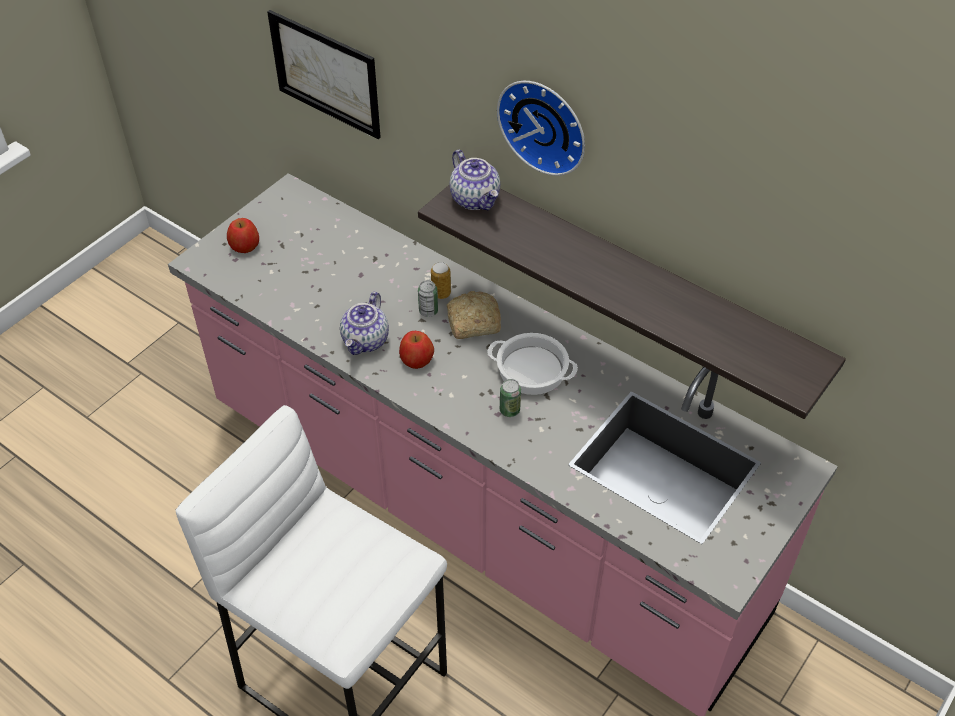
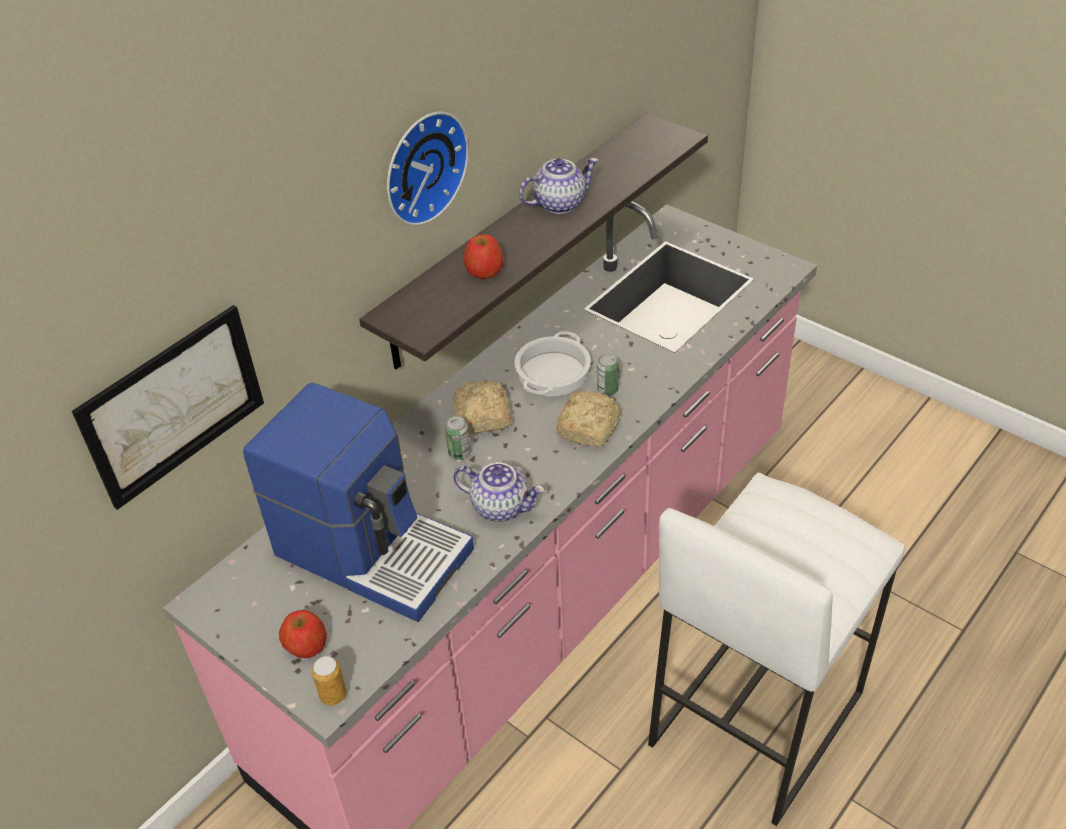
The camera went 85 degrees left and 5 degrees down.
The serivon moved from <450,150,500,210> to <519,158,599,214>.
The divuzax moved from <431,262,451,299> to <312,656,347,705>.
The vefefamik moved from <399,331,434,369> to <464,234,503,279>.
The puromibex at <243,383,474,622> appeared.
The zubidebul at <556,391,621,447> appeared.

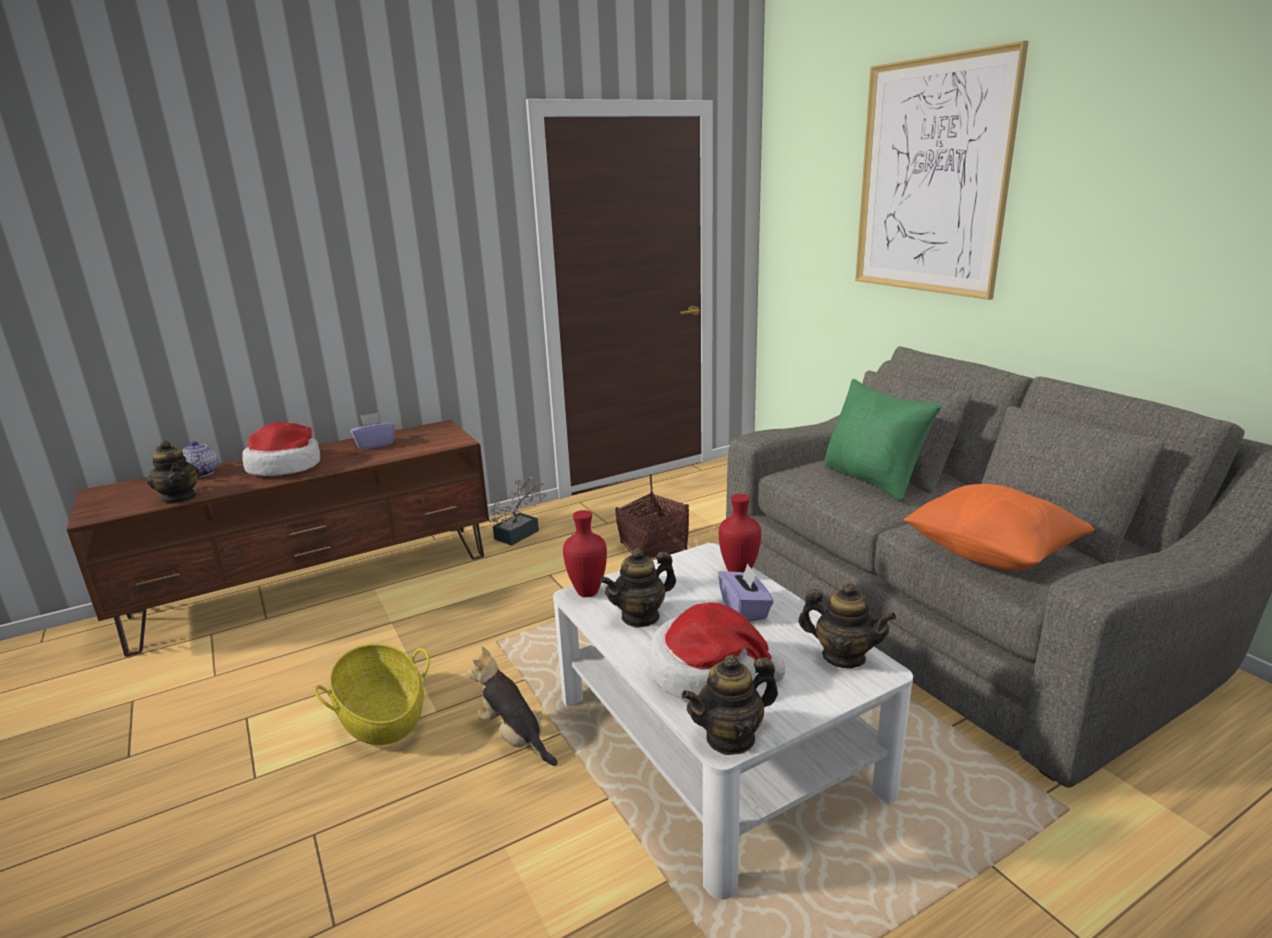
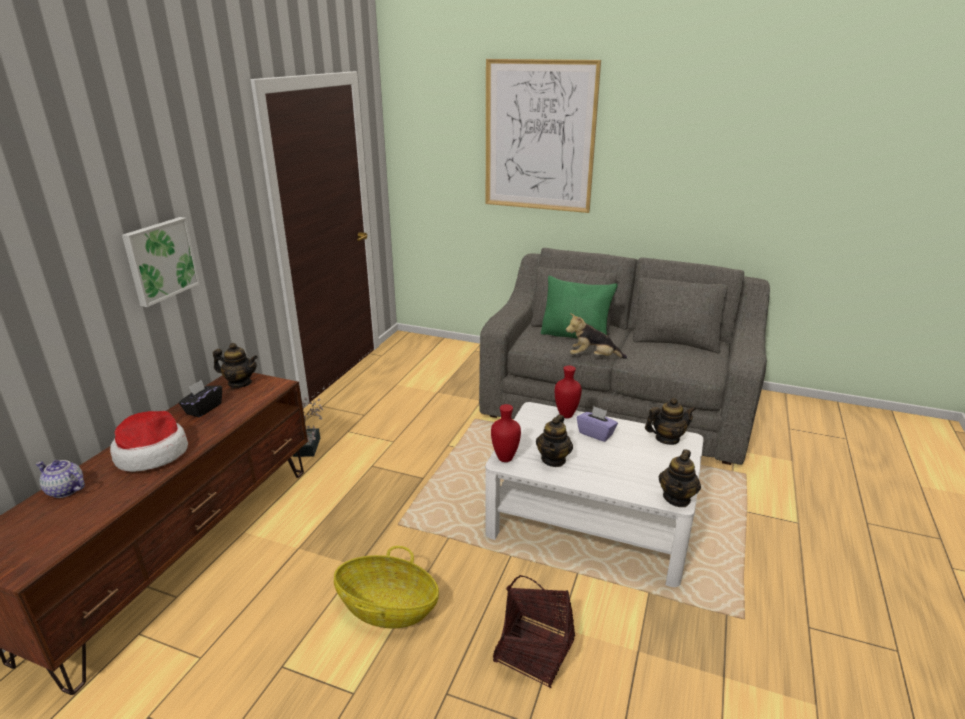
The camera went 40 degrees left and 5 degrees up.
The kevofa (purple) at <350,413,395,450> became the kevofa (black) at <179,380,222,417>.
The serivon moved from <147,440,200,503> to <213,343,258,388>.
The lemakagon moved from <615,474,689,558> to <493,575,575,688>.
The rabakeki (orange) at <903,484,1095,571> disappeared.
The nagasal at <648,602,786,701> disappeared.
The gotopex moved from <467,647,558,766> to <566,313,627,359>.
The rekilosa at <122,217,200,307> appeared.

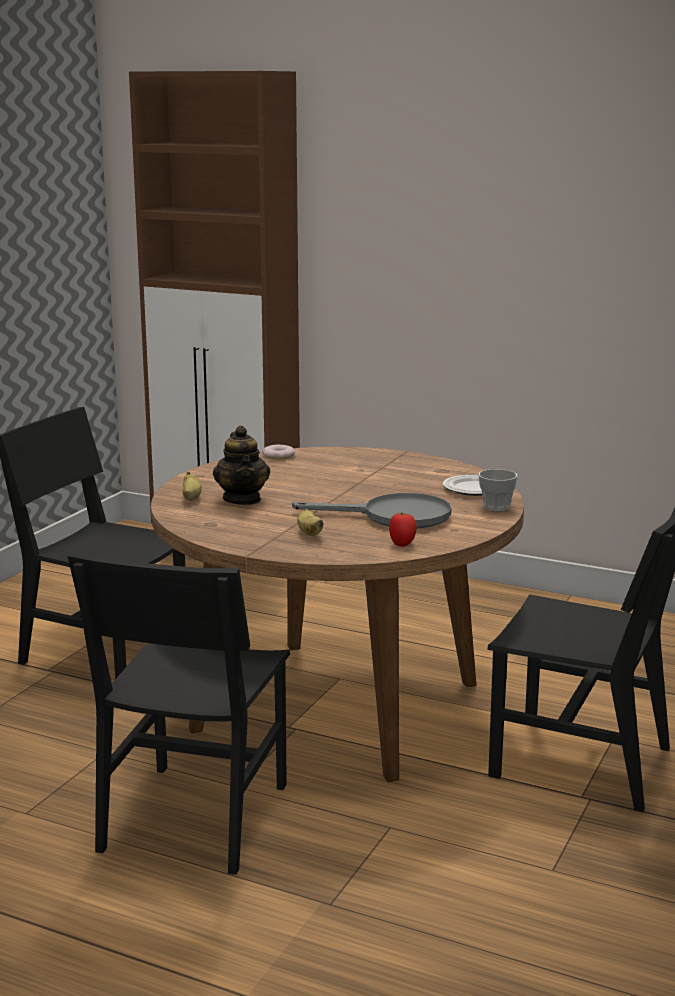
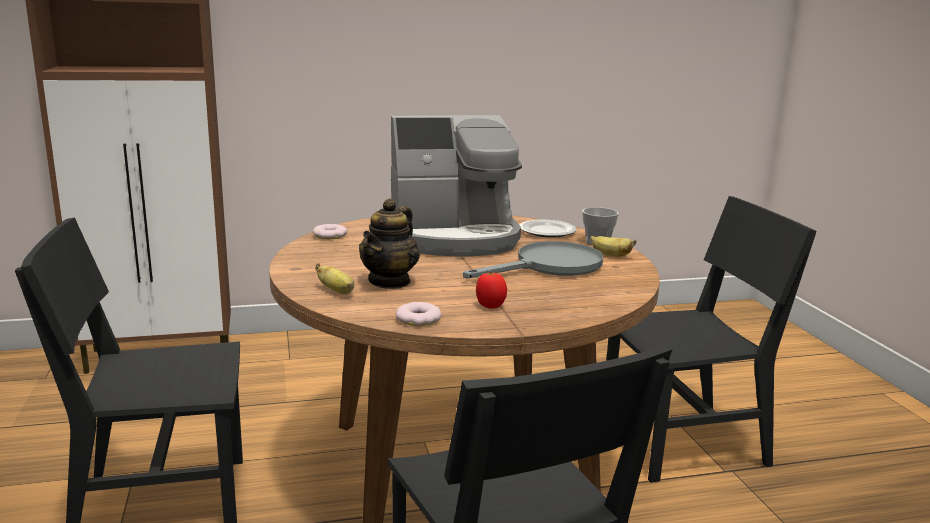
The camera went 40 degrees left and 0 degrees up.
The serivon at <213,426,270,505> turned 75 degrees clockwise.
The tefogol moved from <297,509,324,536> to <591,236,636,257>.
The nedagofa moved from <389,512,417,547> to <476,272,507,309>.
The puromibex at <391,115,522,257> appeared.
The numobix at <396,302,441,326> appeared.

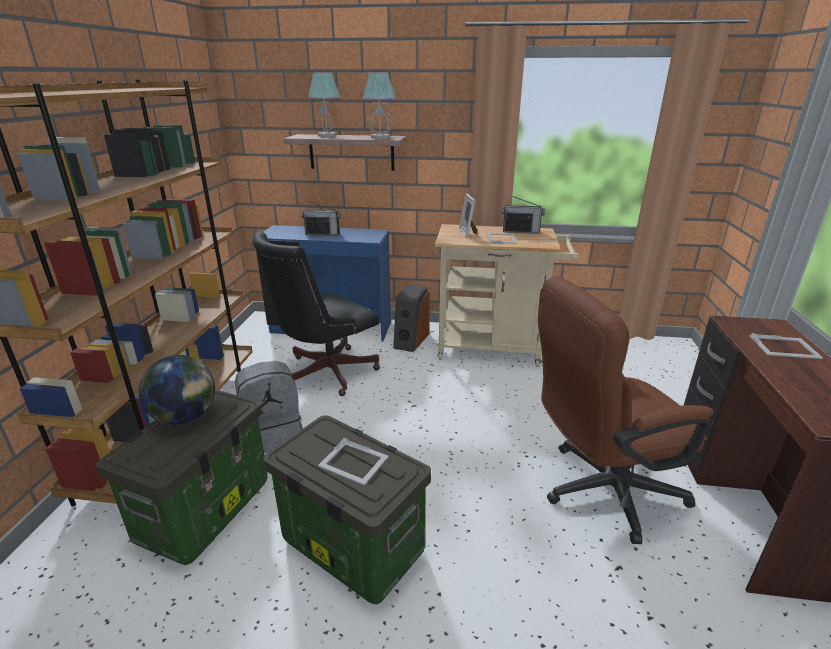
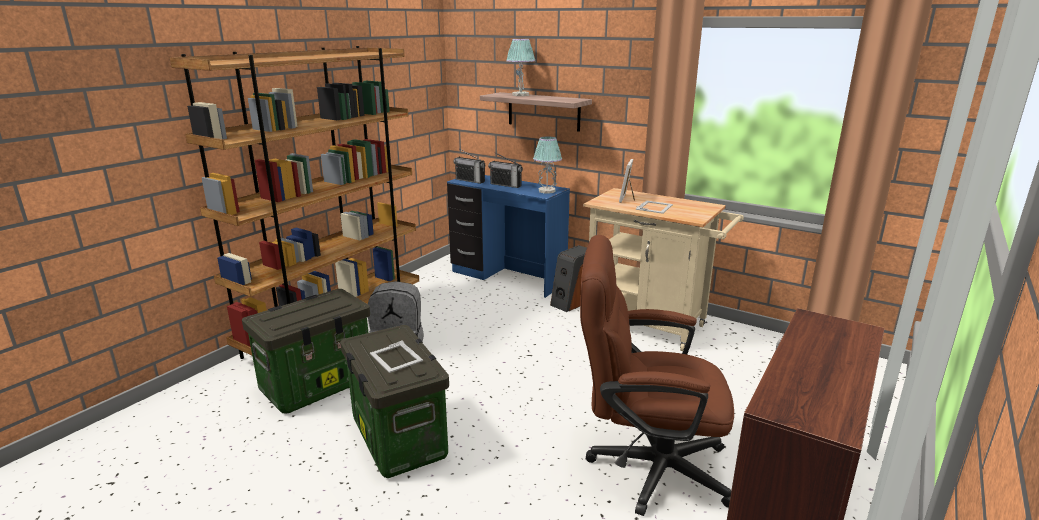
The camera went 25 degrees right and 5 degrees down.
The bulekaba moved from <363,72,396,139> to <533,136,562,194>.
The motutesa moved from <502,195,545,234> to <454,149,485,184>.
The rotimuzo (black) at <252,231,380,396> disappeared.
The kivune at <749,333,823,359> disappeared.
The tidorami at <139,355,215,425> disappeared.

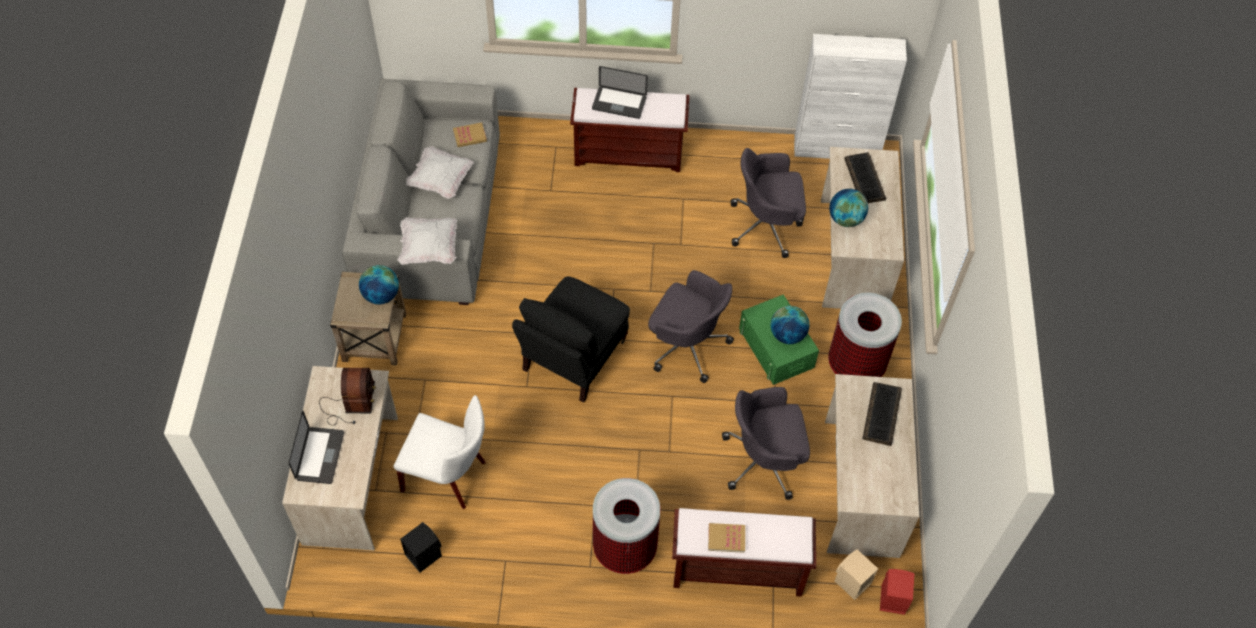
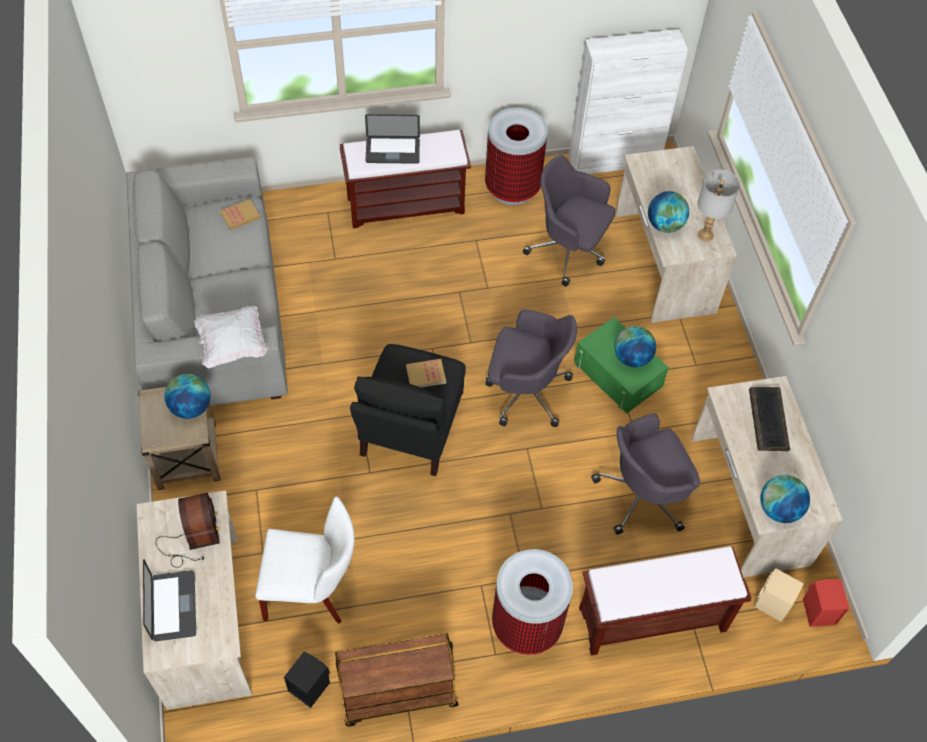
The camera went 15 degrees left and 0 degrees up.
The rabakeki (white) at <406,146,474,199> disappeared.
The rotimuzo (grey) at <731,148,806,258> turned 45 degrees clockwise.
The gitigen at <844,152,886,203> disappeared.
The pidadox moved from <828,293,902,377> to <485,107,548,205>.
The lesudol moved from <708,523,745,553> to <406,359,446,388>.
The bulekaba (grey) at <697,170,740,242> appeared.
The tidorami at <760,475,810,523> appeared.
The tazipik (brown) at <335,633,458,726> appeared.

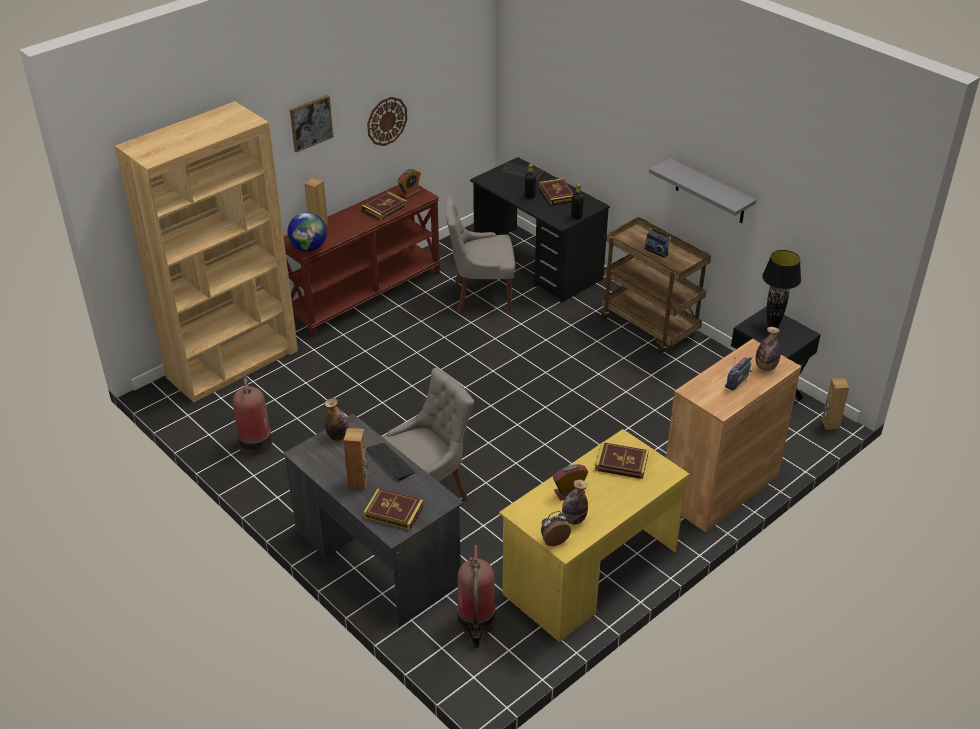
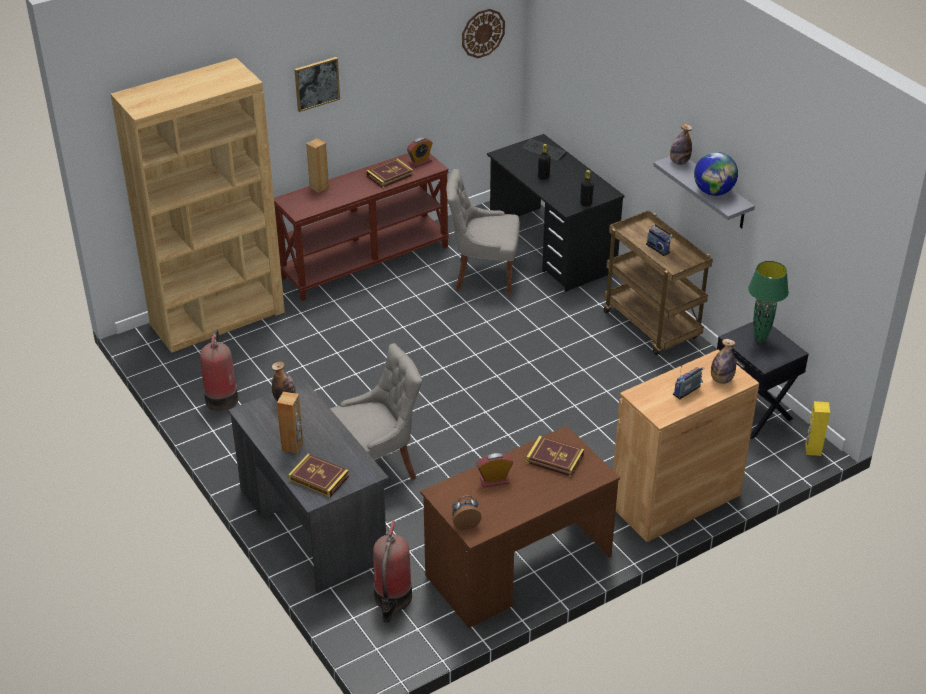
The camera went 10 degrees right and 0 degrees up.
The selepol moved from <367,97,407,146> to <462,9,505,58>.
The lesudol at <539,178,574,205> disappeared.
The tidorami moved from <288,212,327,252> to <694,152,738,196>.
The bulekaba (black) at <762,250,801,328> became the bulekaba (green) at <748,261,789,342>.
The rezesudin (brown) at <822,378,849,430> became the rezesudin (yellow) at <805,401,830,456>.
The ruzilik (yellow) at <499,429,689,642> became the ruzilik (brown) at <420,426,620,628>.
The gitigen at <366,443,415,481> disappeared.
The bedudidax moved from <562,479,588,525> to <670,124,692,165>.

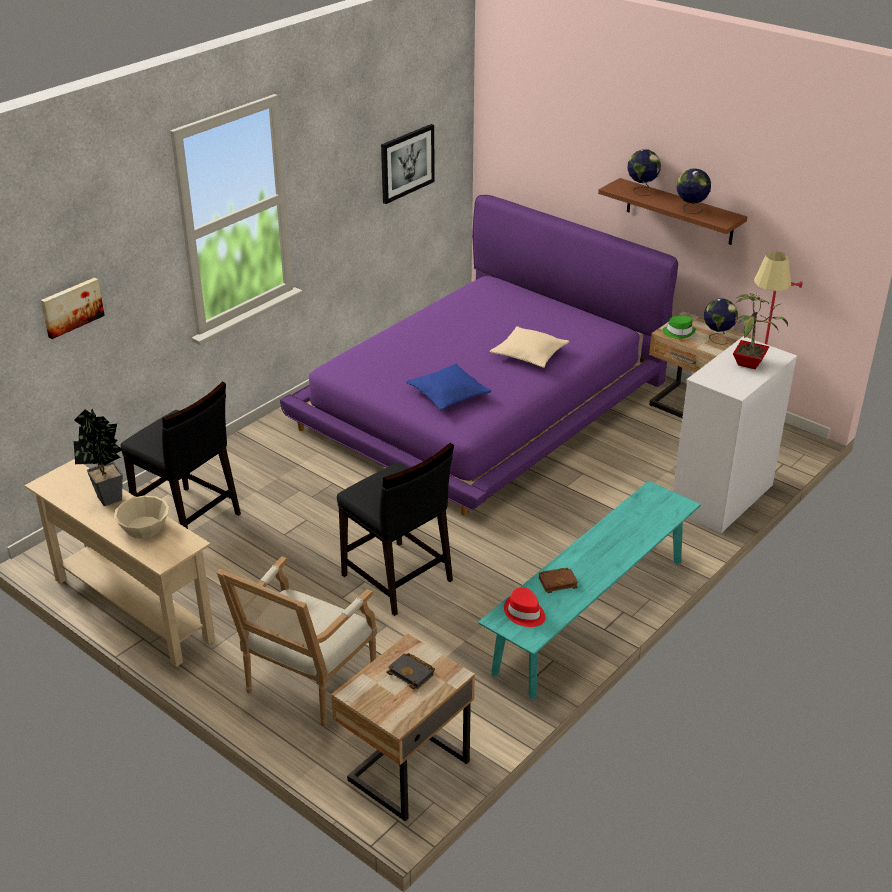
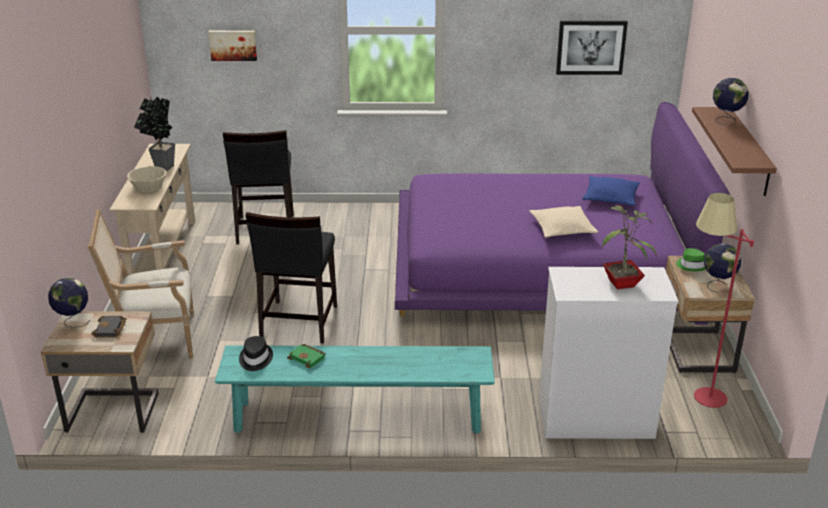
The camera went 50 degrees right and 5 degrees down.
The tidorami moved from <677,168,711,214> to <48,278,90,328>.
The rabakeki (blue) moved from <406,364,491,410> to <582,176,640,206>.
The lesudol (brown) at <539,568,578,593> became the lesudol (green) at <287,344,326,368>.
The nagasal (red) at <504,587,545,627> became the nagasal (black) at <239,336,273,371>.

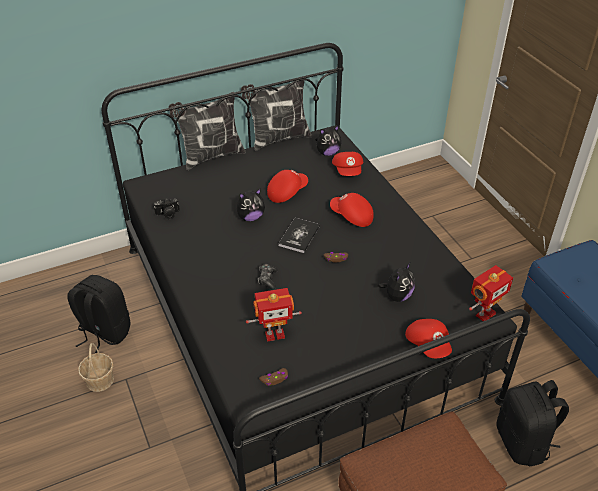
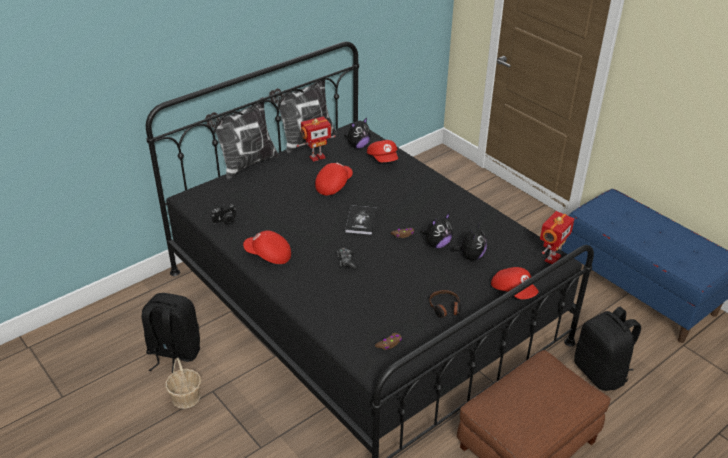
The camera went 15 degrees left and 5 degrees down.
The gotopex moved from <237,189,265,221> to <420,213,453,248>.
The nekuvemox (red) moved from <330,193,374,227> to <243,230,291,264>.
The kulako moved from <246,288,302,342> to <297,117,336,162>.
The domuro at <429,290,461,318> appeared.

